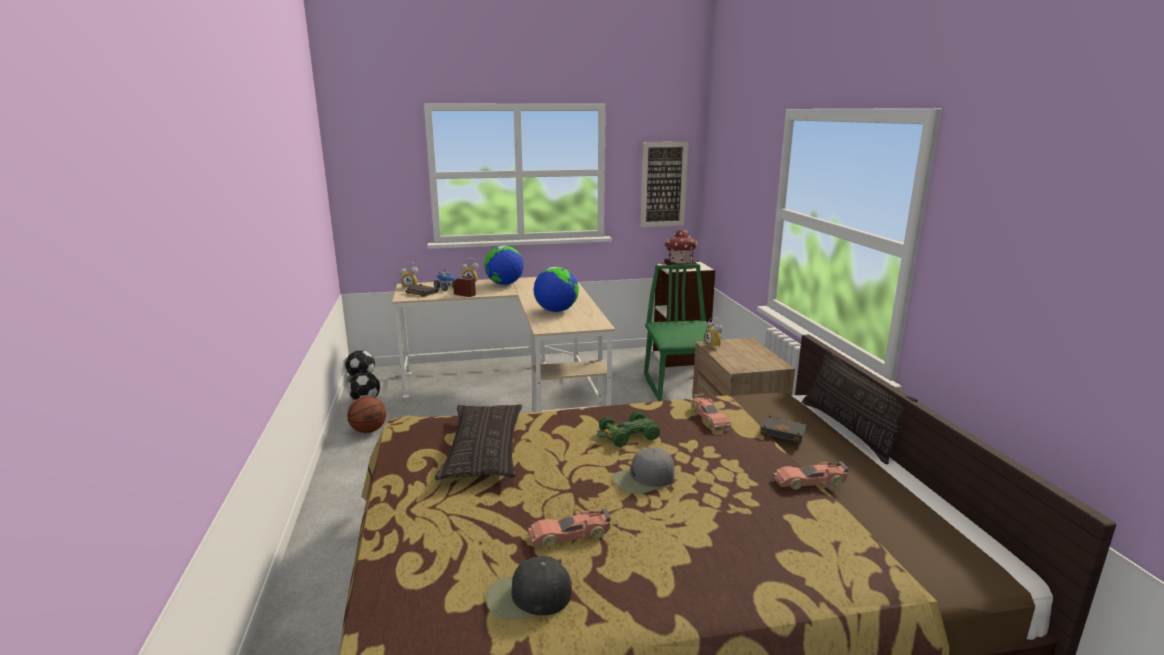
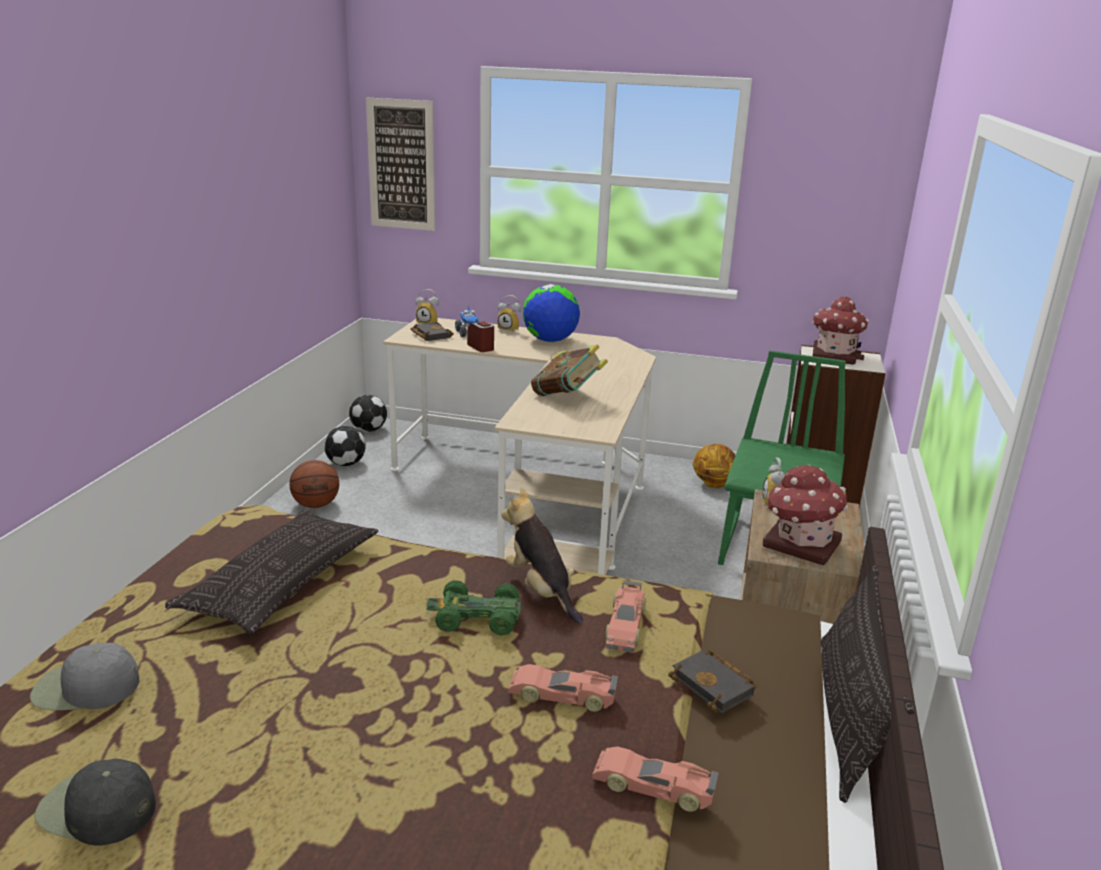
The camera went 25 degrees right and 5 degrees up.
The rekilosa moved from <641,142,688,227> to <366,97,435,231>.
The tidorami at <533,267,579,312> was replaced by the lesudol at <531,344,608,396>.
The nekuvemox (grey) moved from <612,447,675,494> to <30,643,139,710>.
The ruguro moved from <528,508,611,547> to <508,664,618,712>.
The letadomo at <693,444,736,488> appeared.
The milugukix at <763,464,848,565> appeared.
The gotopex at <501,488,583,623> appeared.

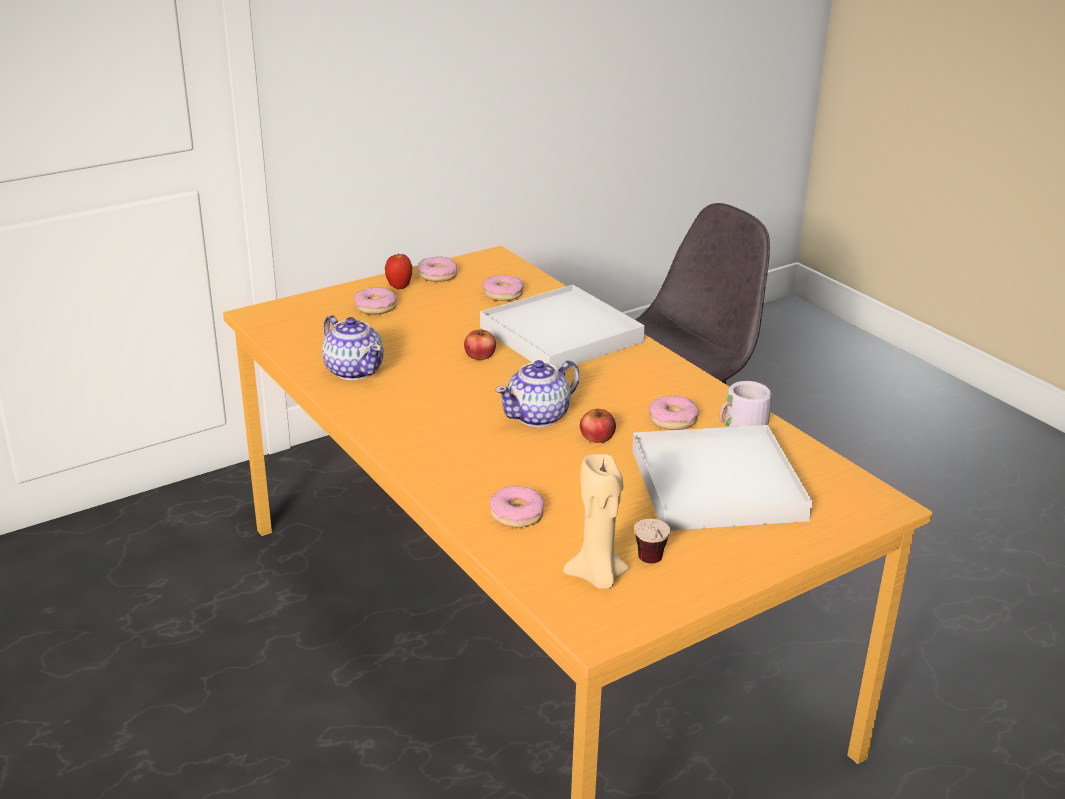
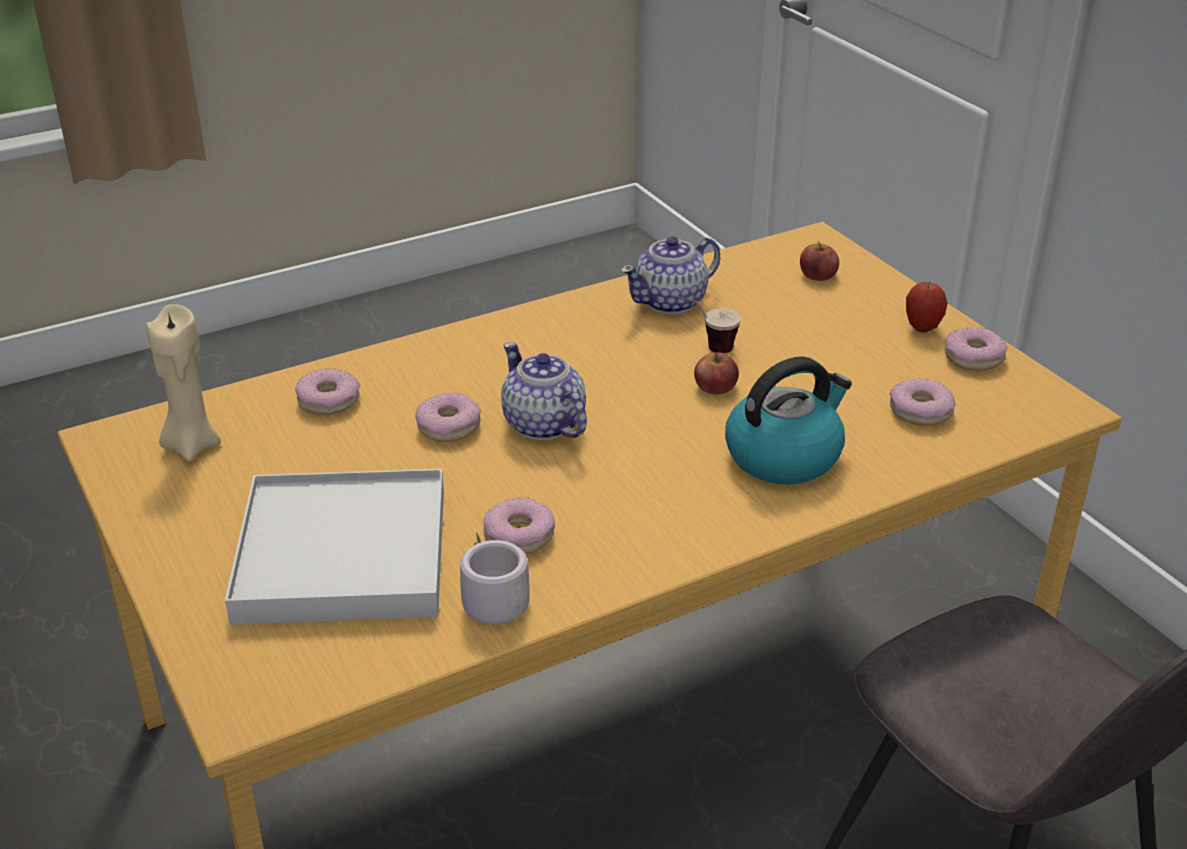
The camera went 95 degrees right and 5 degrees up.
The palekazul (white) at <480,285,645,370> was replaced by the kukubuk at <725,356,852,484>.
The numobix moved from <354,287,397,315> to <415,393,481,442>.
The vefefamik moved from <580,409,616,443> to <800,241,839,281>.
The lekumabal moved from <635,519,670,563> to <675,296,741,353>.

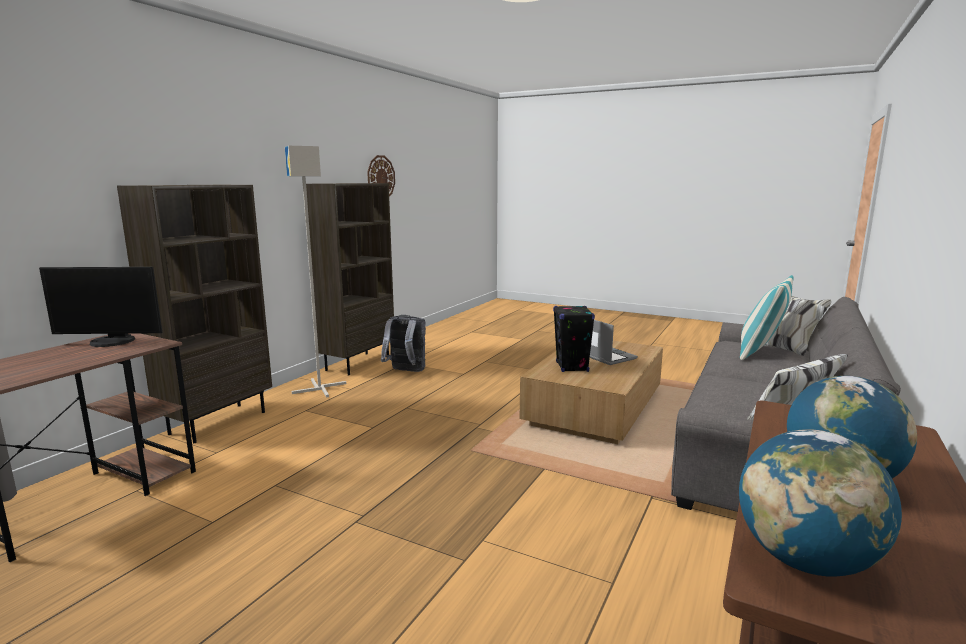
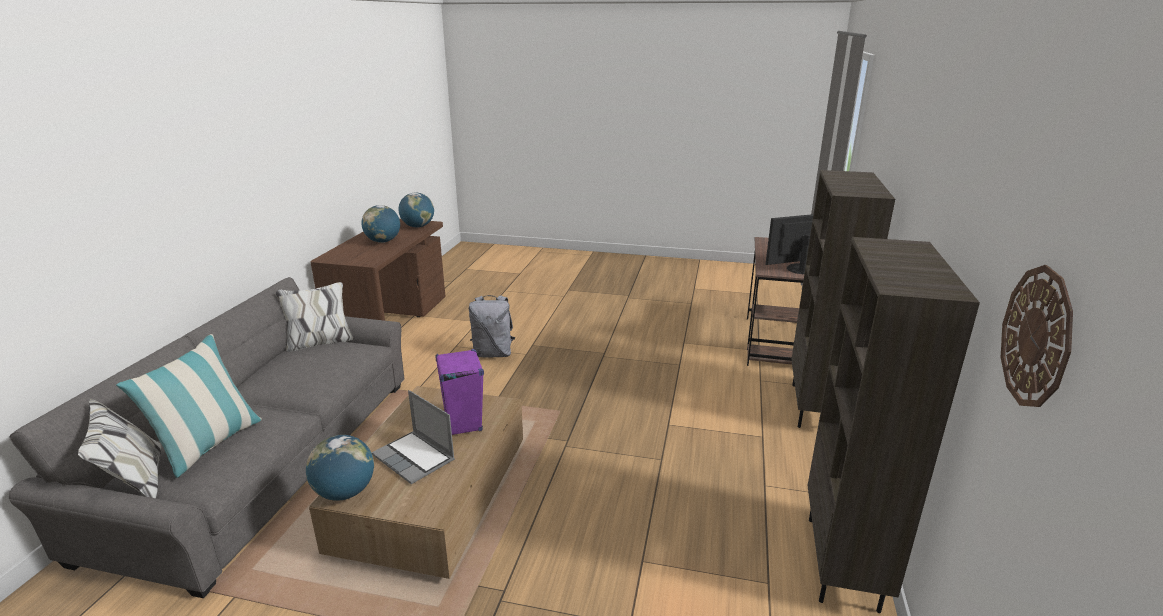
The camera went 165 degrees right and 10 degrees up.
The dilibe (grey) at <285,146,346,397> disappeared.
The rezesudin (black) at <553,305,595,372> became the rezesudin (purple) at <435,349,484,435>.
The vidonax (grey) moved from <381,315,426,372> to <469,295,515,358>.
The tidorami at <306,435,374,501> appeared.

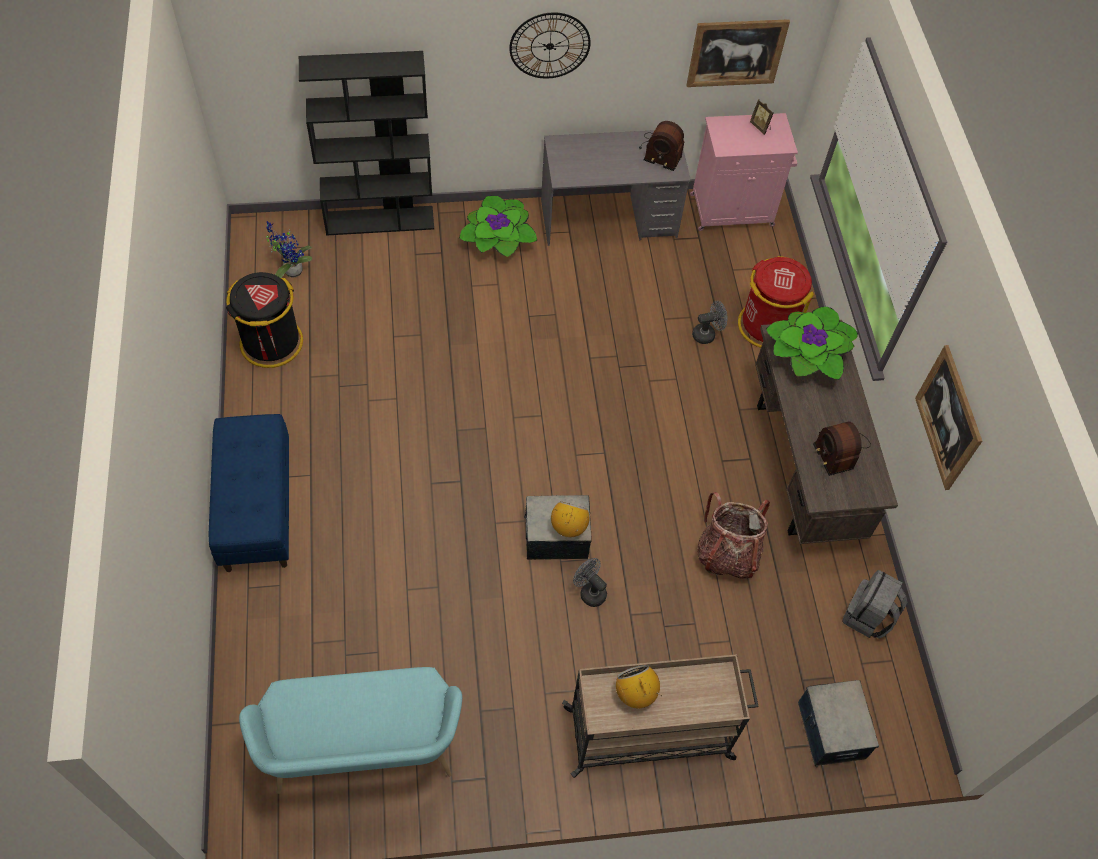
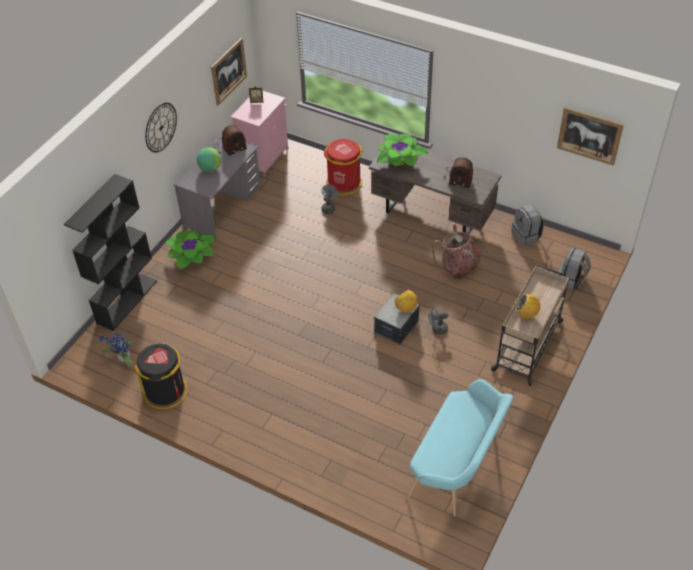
The camera went 50 degrees left and 10 degrees down.
The rekilosa moved from <915,345,982,490> to <557,107,624,166>.
The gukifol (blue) at <208,414,289,572> disappeared.
The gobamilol at <798,680,879,768> was replaced by the vidonax (grey) at <558,247,591,290>.
The tidorami at <197,148,221,172> appeared.

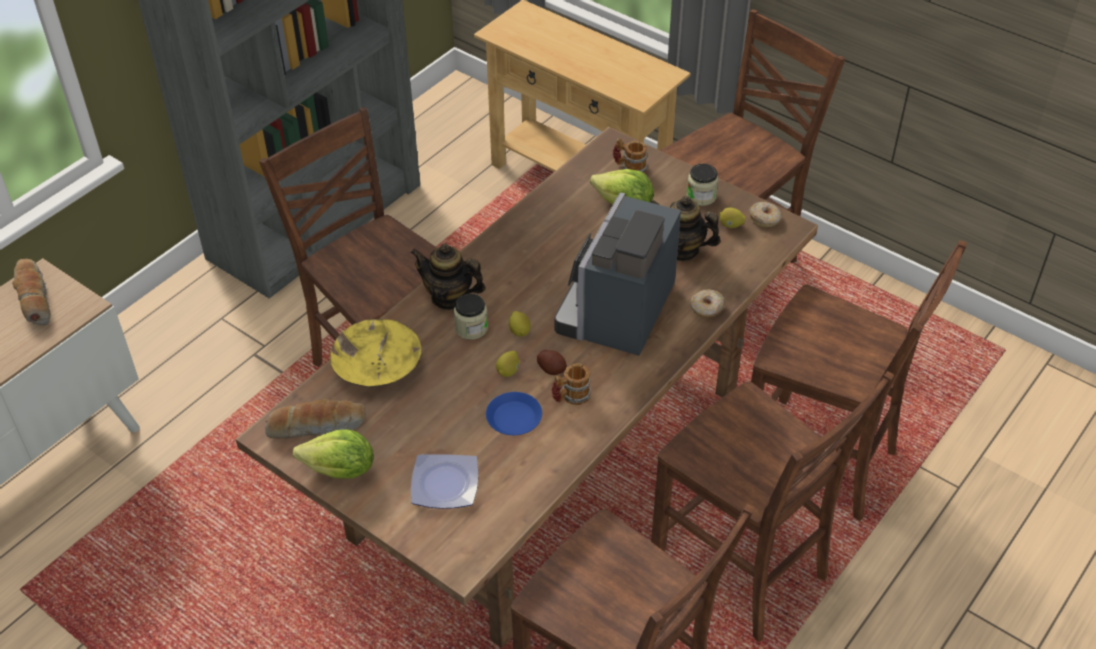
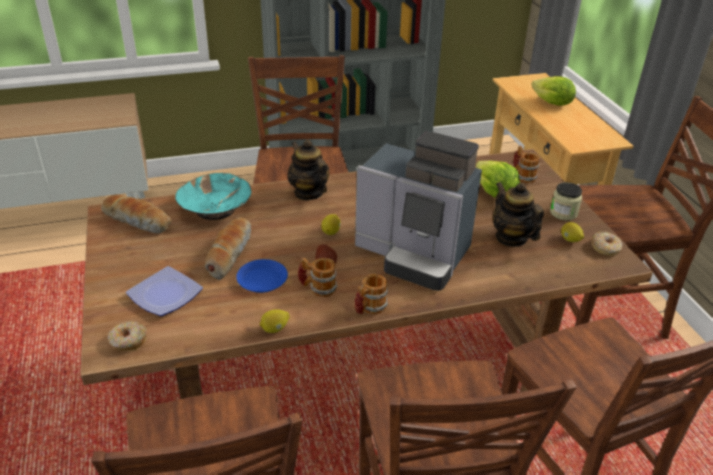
The camera went 35 degrees right and 10 degrees down.
The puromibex at <554,192,681,356> turned 120 degrees counterclockwise.
The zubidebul moved from <12,259,51,325> to <205,217,251,280>.
The numobix moved from <691,289,725,317> to <108,321,147,351>.
The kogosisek at <454,294,488,340> disappeared.
The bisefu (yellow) at <330,319,422,387> became the bisefu (turquoise) at <175,173,252,220>.
The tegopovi moved from <496,351,519,377> to <260,309,290,333>.
The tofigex moved from <293,430,374,478> to <532,76,576,106>.
The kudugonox at <354,274,388,315> appeared.

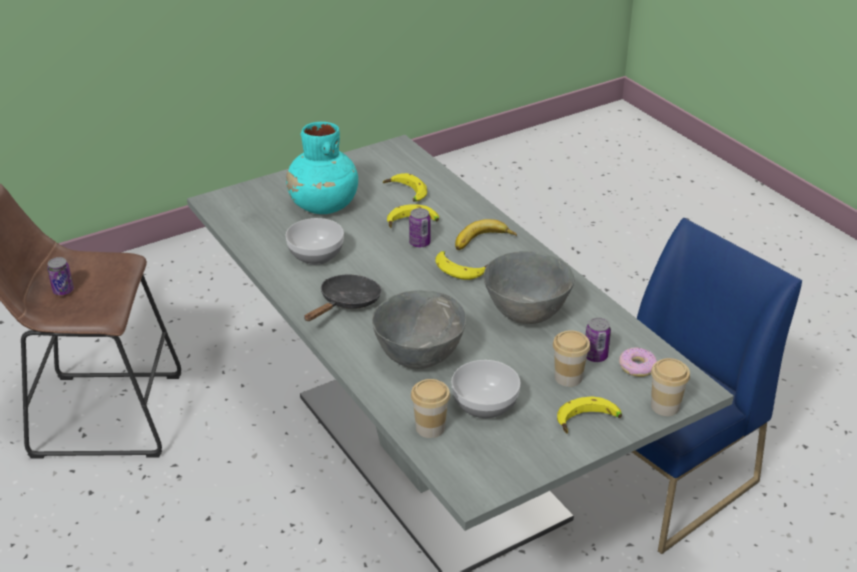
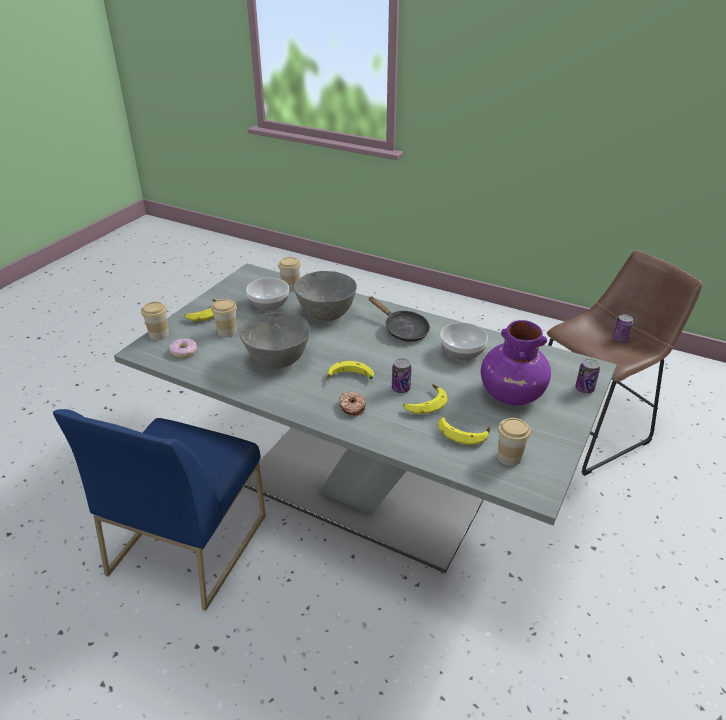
The camera went 150 degrees right and 0 degrees up.
The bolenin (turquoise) at <286,122,358,214> became the bolenin (purple) at <481,320,551,406>.
The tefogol at <455,219,517,250> was replaced by the numobix at <339,391,365,416>.
The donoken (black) at <304,275,382,321> turned 45 degrees counterclockwise.
The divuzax moved from <585,317,611,362> to <575,359,600,393>.
The lekumabal at <498,418,531,466> appeared.

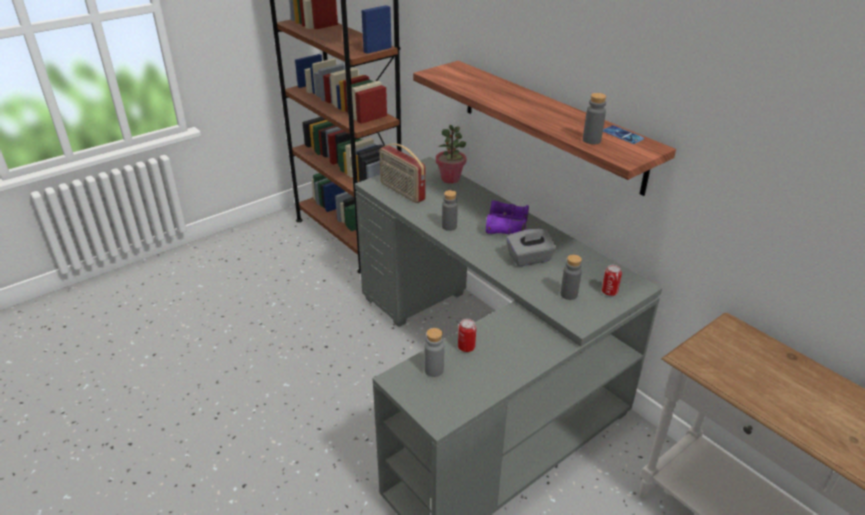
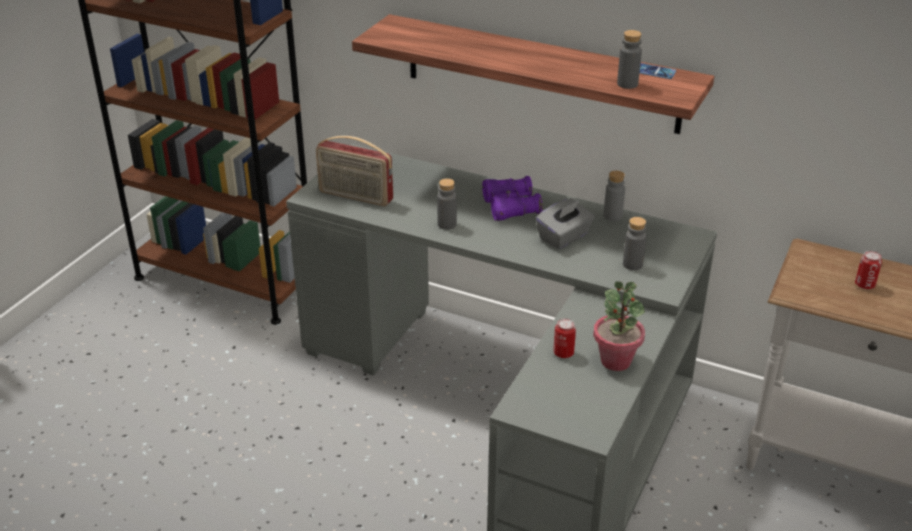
The camera went 25 degrees left and 0 degrees up.
The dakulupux moved from <436,125,466,184> to <593,281,645,371>.
The divuzax moved from <602,265,622,296> to <855,251,882,289>.
The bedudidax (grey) moved from <424,328,444,377> to <604,171,625,221>.

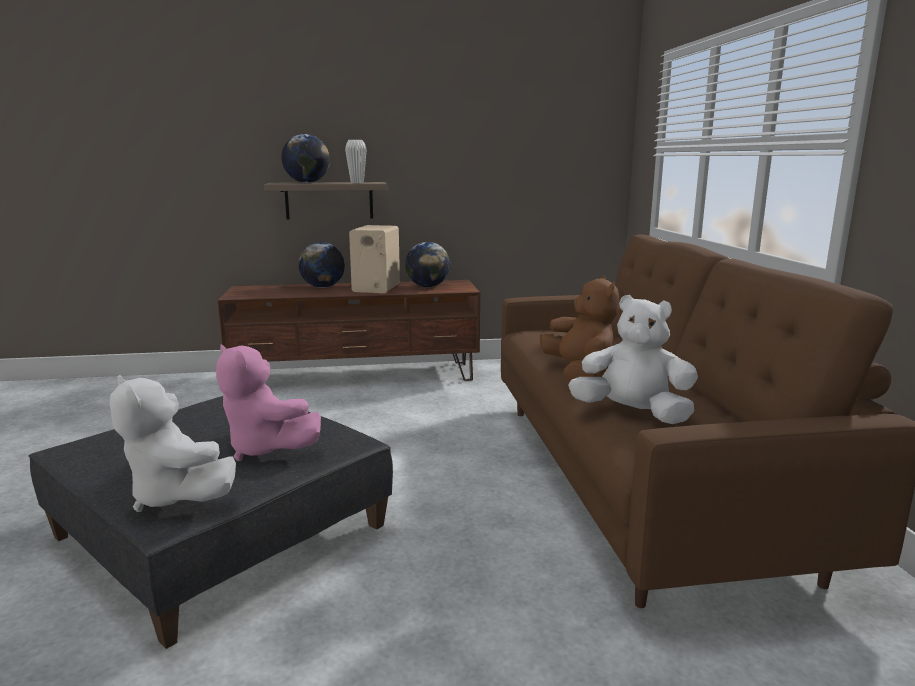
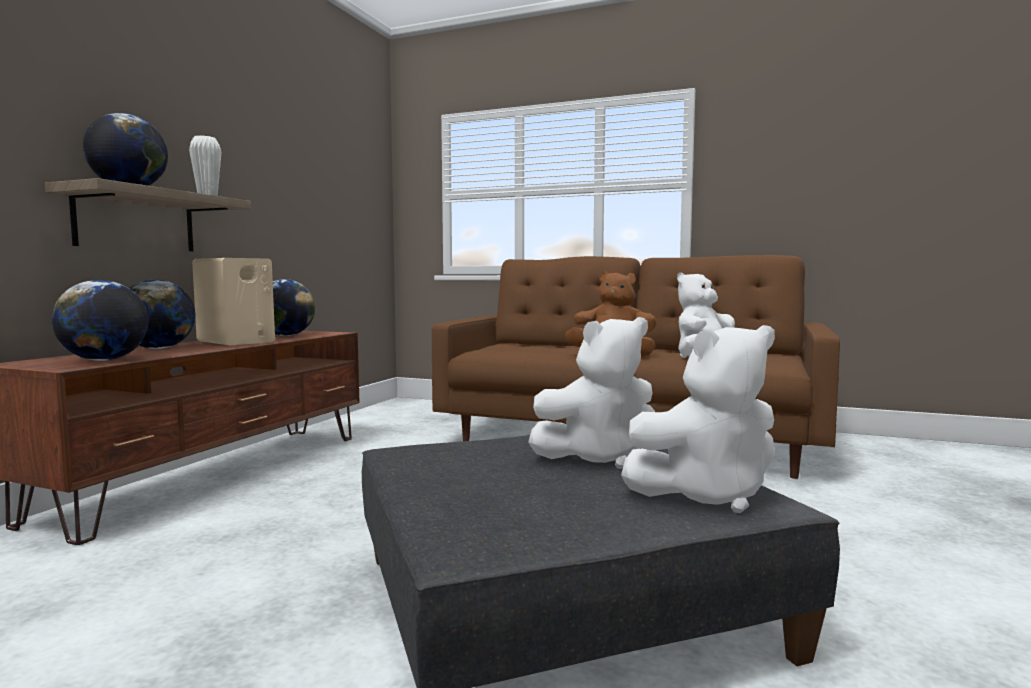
The camera went 60 degrees left and 10 degrees down.
The gotopex (pink) at <216,345,321,461> became the gotopex (white) at <528,317,655,469>.
The tidorami at <52,280,148,361> appeared.

